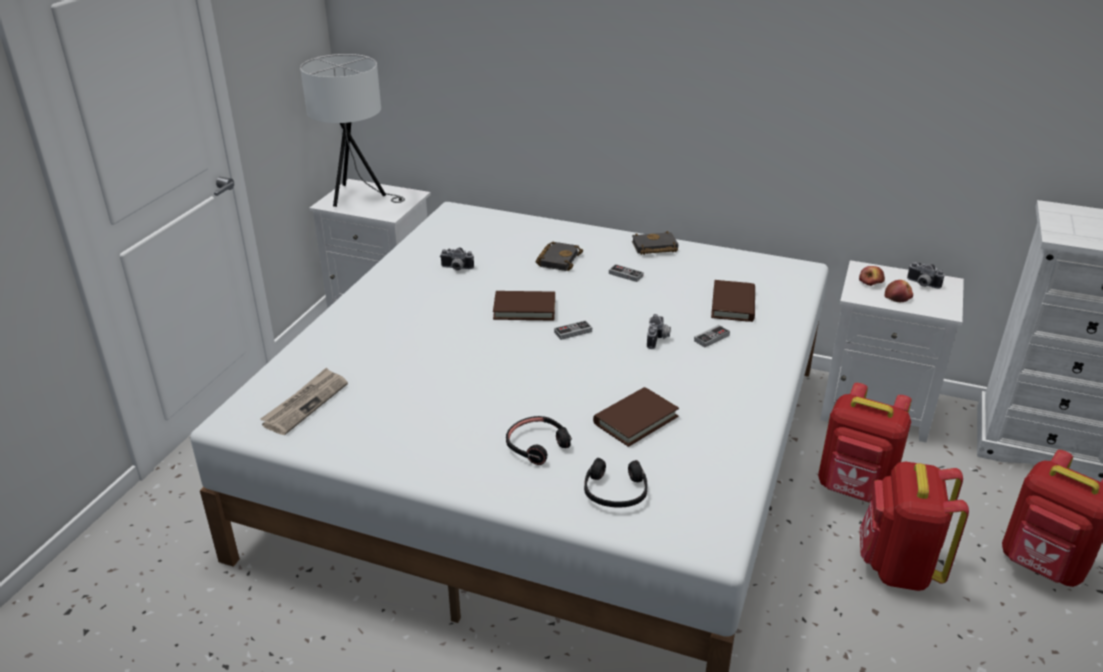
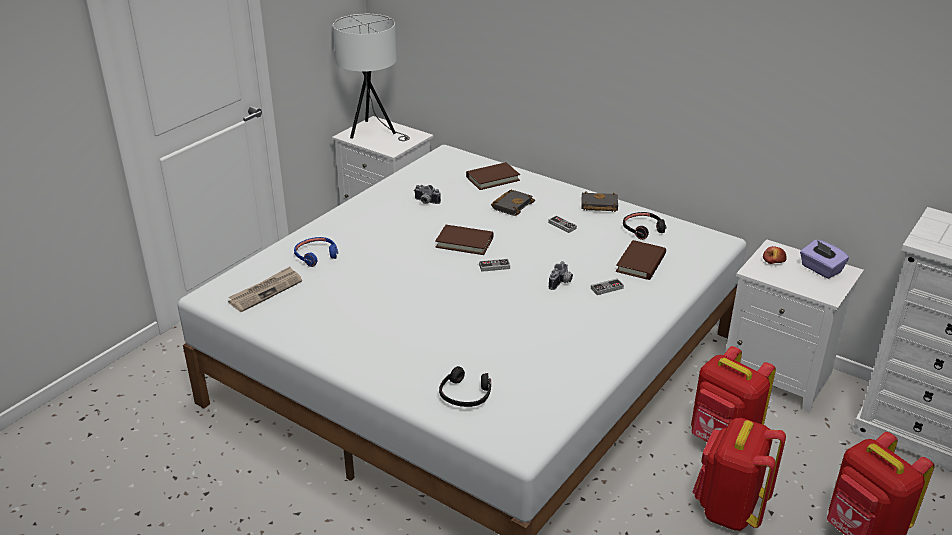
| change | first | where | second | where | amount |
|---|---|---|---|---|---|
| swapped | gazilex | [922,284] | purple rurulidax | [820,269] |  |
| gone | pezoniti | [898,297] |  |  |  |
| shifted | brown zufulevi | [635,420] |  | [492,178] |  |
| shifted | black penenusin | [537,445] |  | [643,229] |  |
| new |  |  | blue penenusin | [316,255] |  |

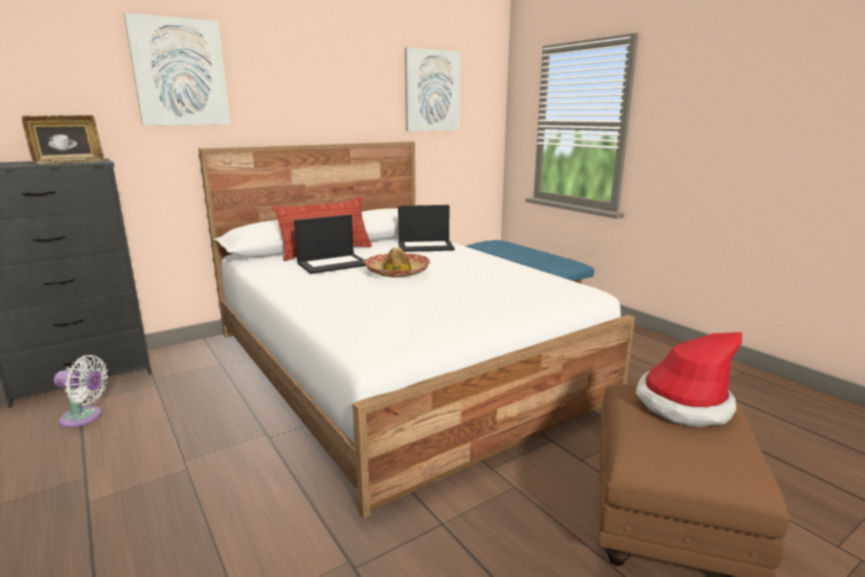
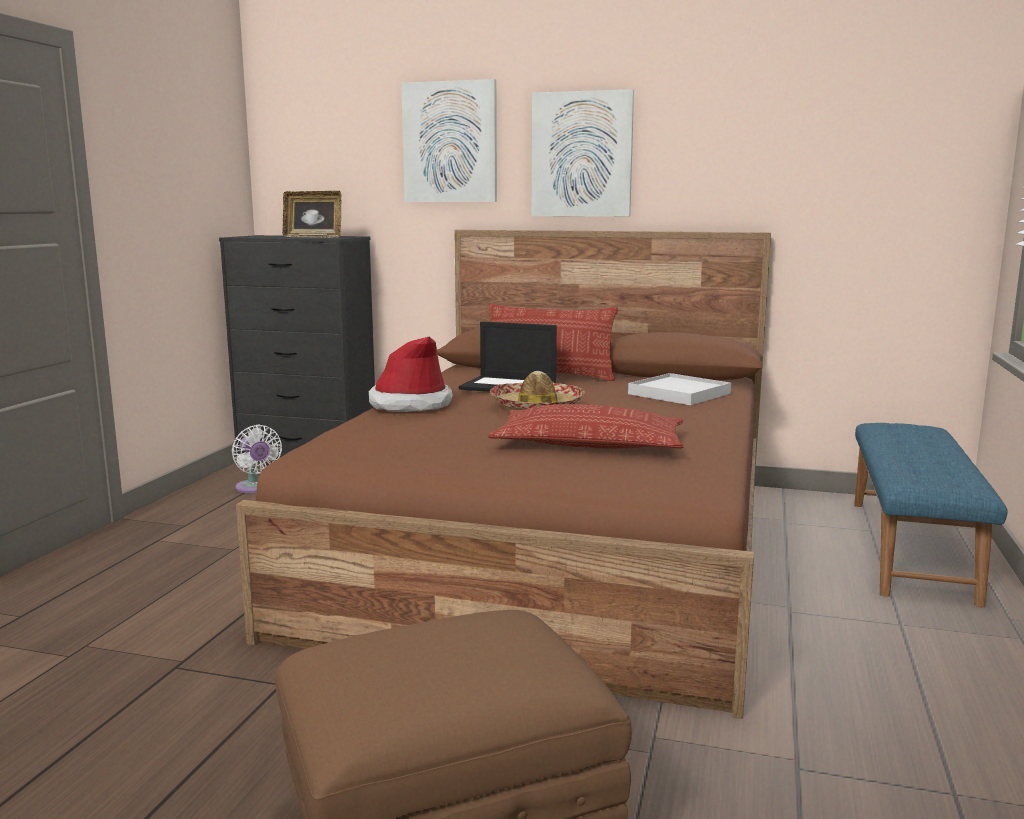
| change | first | where | second | where | amount |
|---|---|---|---|---|---|
| shifted | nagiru | [432,91] |  | [582,155] |  |
| repainted | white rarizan | [398,363] | brown rarizan | [557,548] |  |
| swapped | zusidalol | [426,246] | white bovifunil | [679,394] |  |
| shifted | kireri | [683,404] |  | [410,404] |  |
| new |  |  | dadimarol | [589,444] |  |

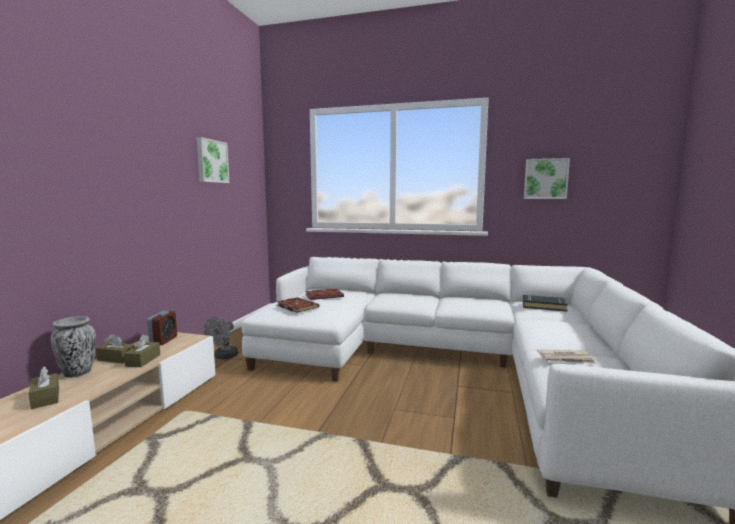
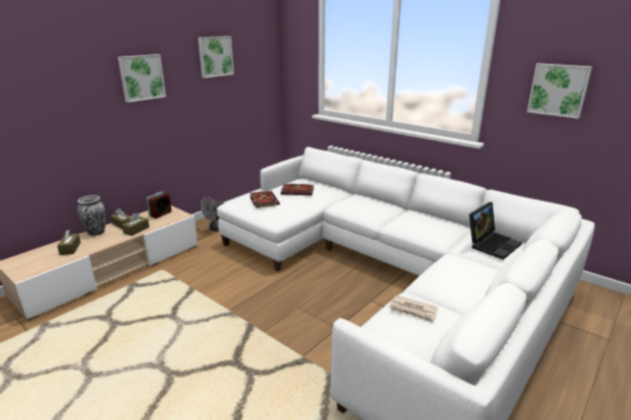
| change | first | where | second | where | amount |
|---|---|---|---|---|---|
| swapped | black zufulevi | [543,306] | zusidalol | [492,243] |  |
| new |  |  | nagiru | [141,77] |  |

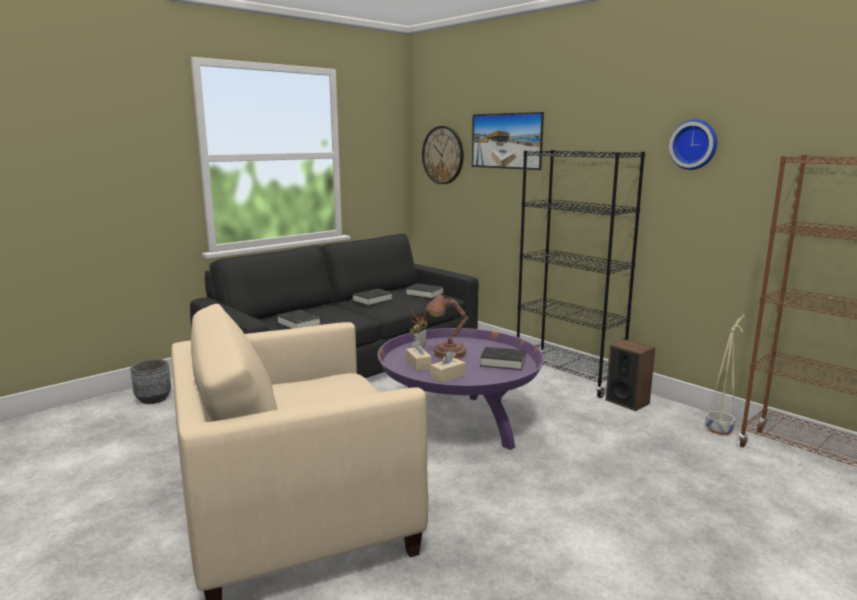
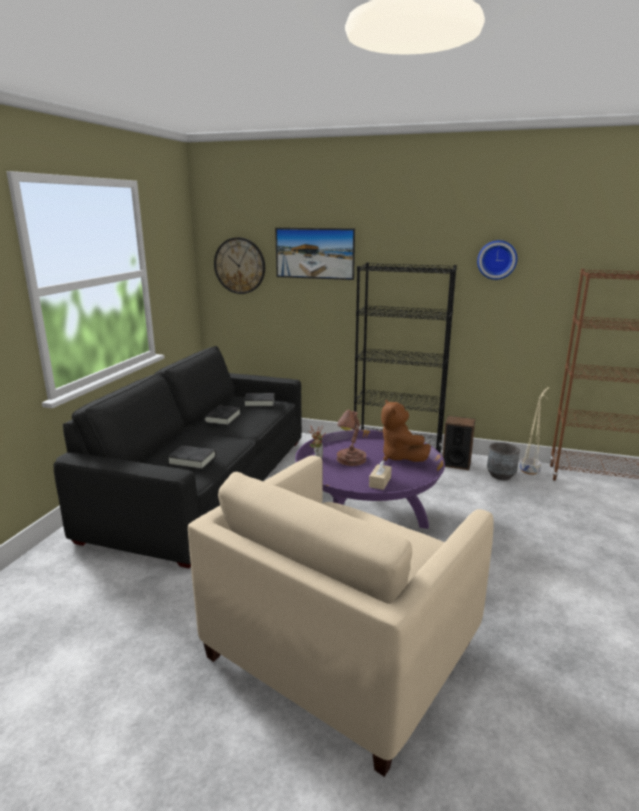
| change | first | where | second | where | amount |
|---|---|---|---|---|---|
| gone | beige rurulidax | [418,365] |  |  |  |
| swapped | black zufulevi | [503,362] | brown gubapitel | [400,457] |  |
| shifted | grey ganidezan | [153,399] |  | [501,475] |  |

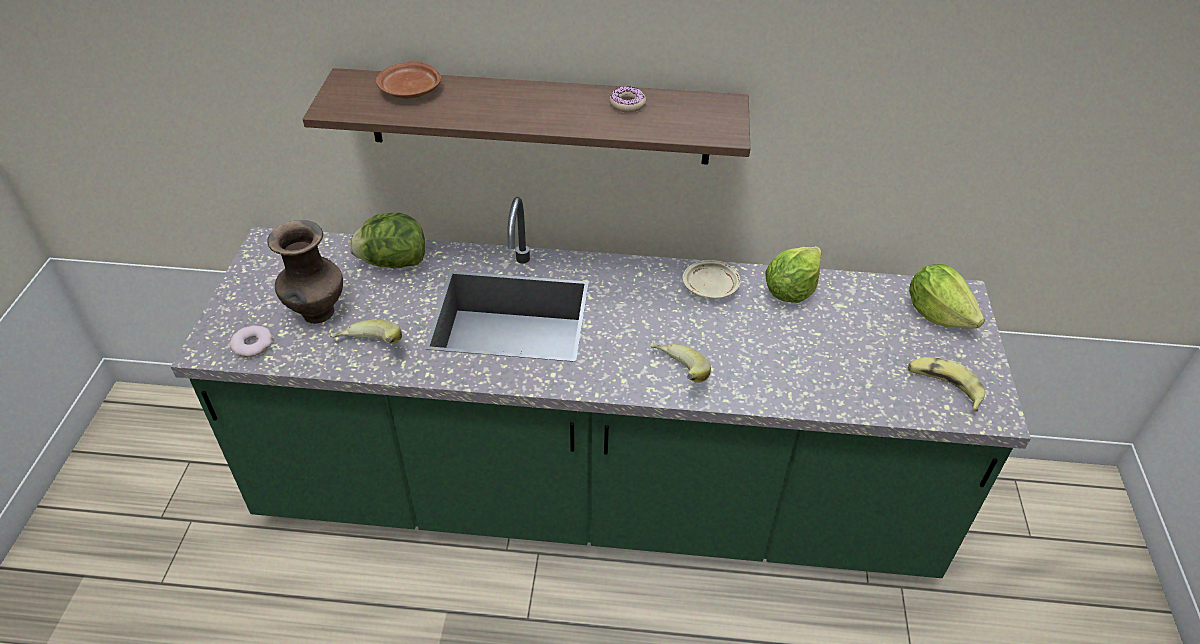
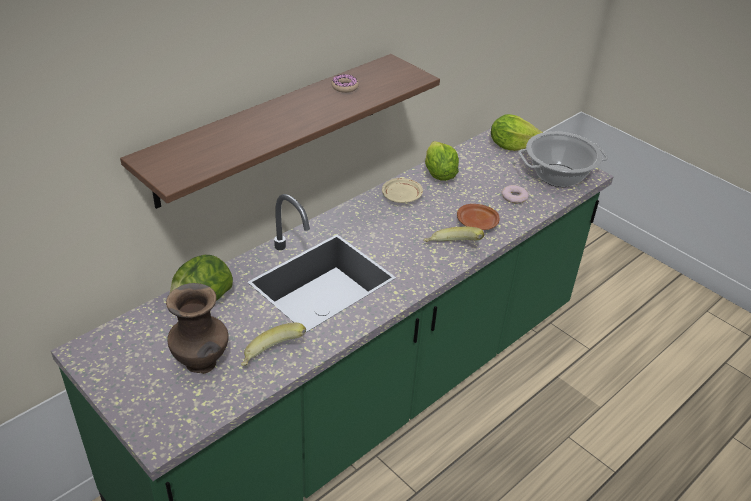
| change | first | where | second | where | amount |
|---|---|---|---|---|---|
| shifted | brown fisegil | [410,91] |  | [477,223] |  |
| shifted | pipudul | [252,344] |  | [514,197] |  |
| swapped | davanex | [943,386] | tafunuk | [558,176] |  |

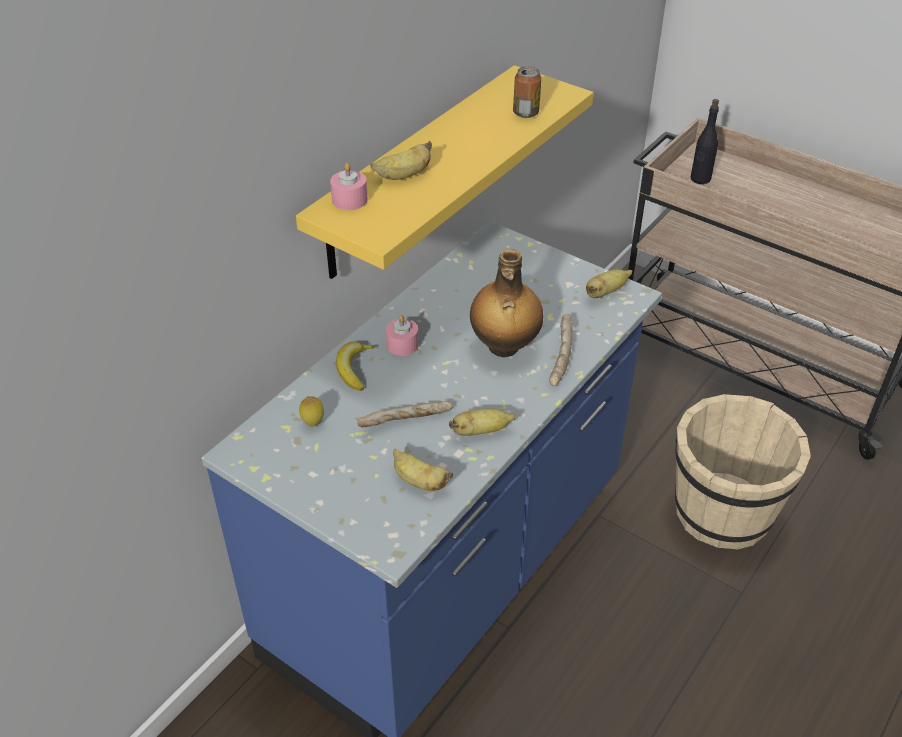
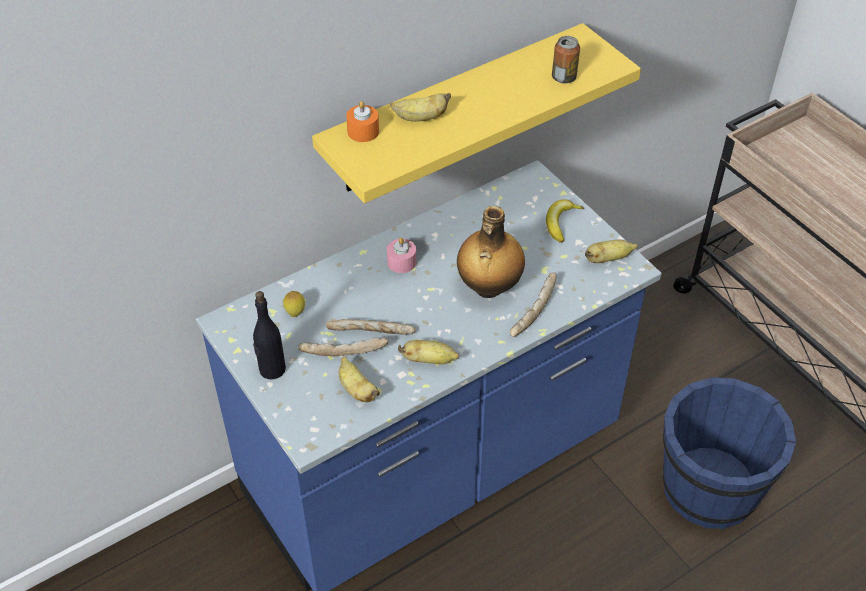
| change | first | where | second | where | amount |
|---|---|---|---|---|---|
| shifted | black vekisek | [700,179] |  | [272,369] |  |
| repainted | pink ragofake | [349,200] | orange ragofake | [363,131] |  |
| shifted | davanex | [354,369] |  | [560,223] |  |
| repainted | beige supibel | [722,513] | blue supibel | [708,489] |  |
| new |  |  | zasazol | [343,350] |  |

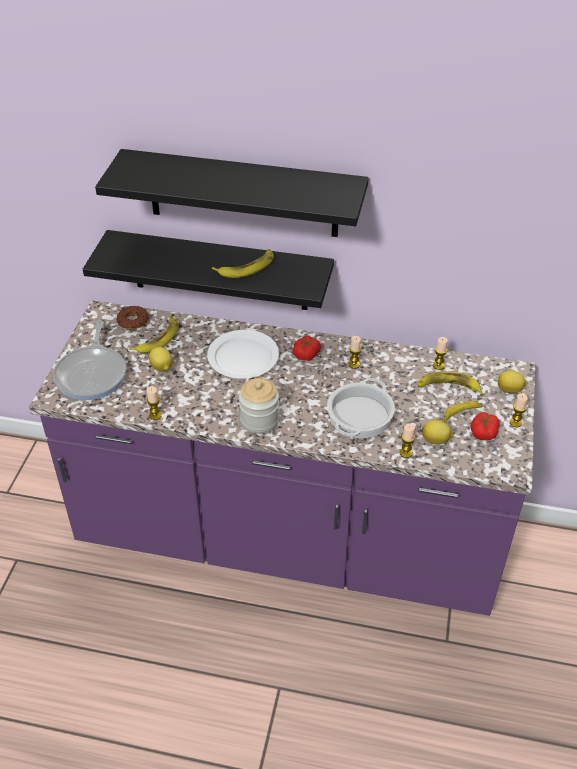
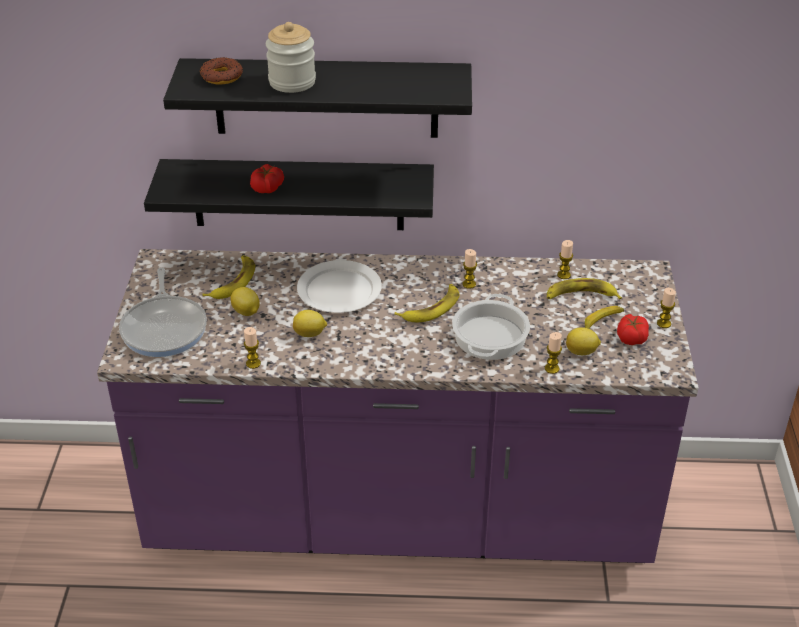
| change | first | where | second | where | amount |
|---|---|---|---|---|---|
| shifted | davanex | [247,267] |  | [431,308] |  |
| shifted | pipudul | [132,321] |  | [221,76] |  |
| shifted | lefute | [306,354] |  | [267,187] |  |
| shifted | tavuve | [510,390] |  | [310,334] |  |
| shifted | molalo | [259,420] |  | [292,82] |  |

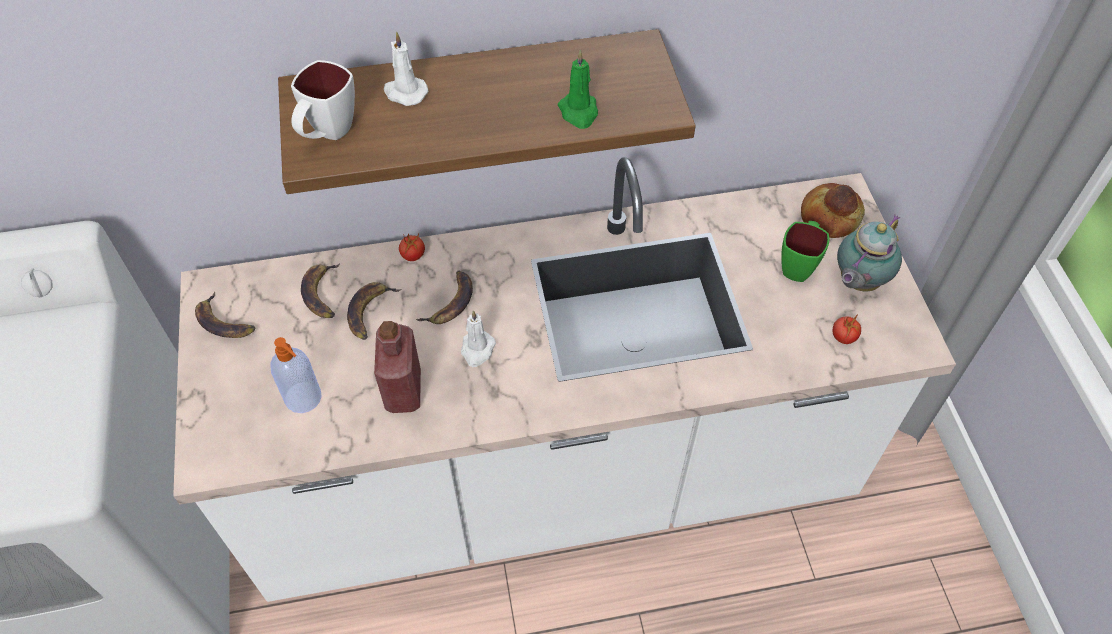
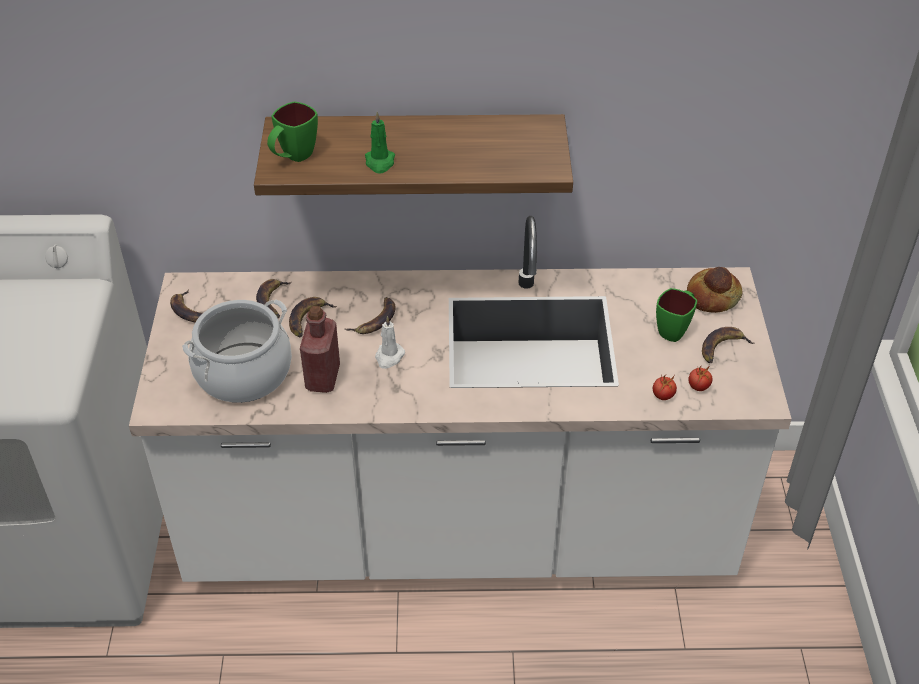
| change | first | where | second | where | amount |
|---|---|---|---|---|---|
| gone | white ragofake | [405,92] |  |  |  |
| shifted | green ragofake | [579,112] |  | [380,162] |  |
| repainted | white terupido | [327,134] | green terupido | [293,158] |  |
| swapped | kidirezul | [857,282] | davanex | [722,348] |  |
| shifted | lefute | [413,256] |  | [663,396] |  |
| swapped | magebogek | [304,398] | tafunuk | [243,373] |  |

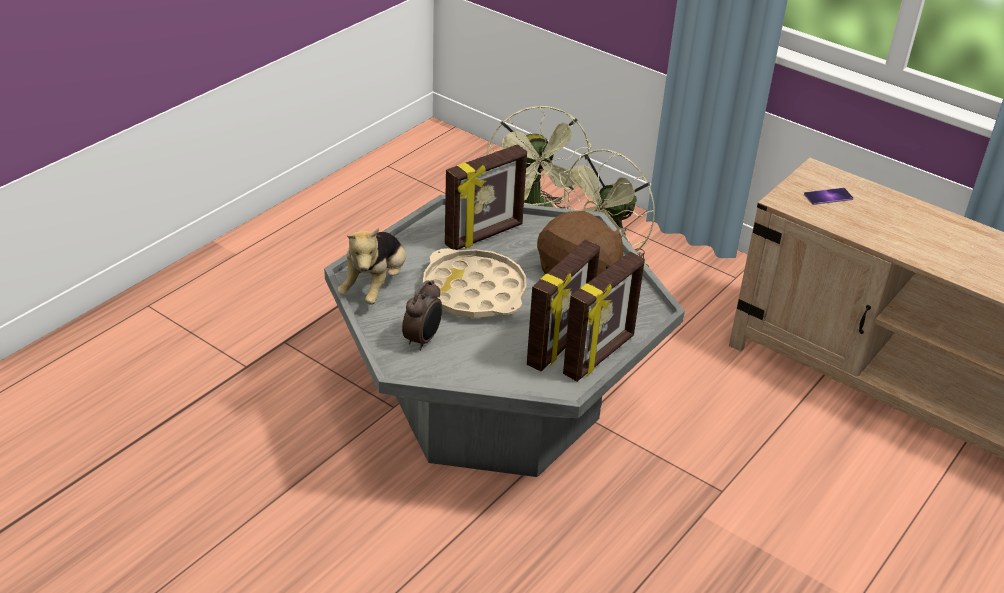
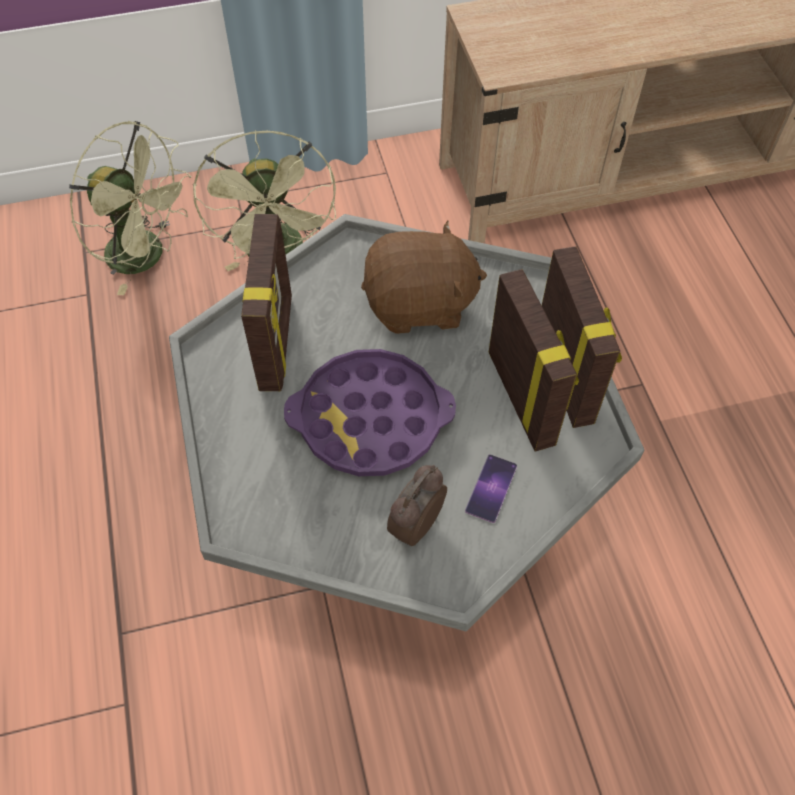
| change | first | where | second | where | amount |
|---|---|---|---|---|---|
| shifted | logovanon | [828,196] |  | [491,488] |  |
| gone | gubapitel | [375,286] |  |  |  |
| repainted | beige bovifunil | [474,292] | purple bovifunil | [370,419] |  |
| rotated | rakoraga | [423,340] |  | [415,525] | 120 degrees counterclockwise |

